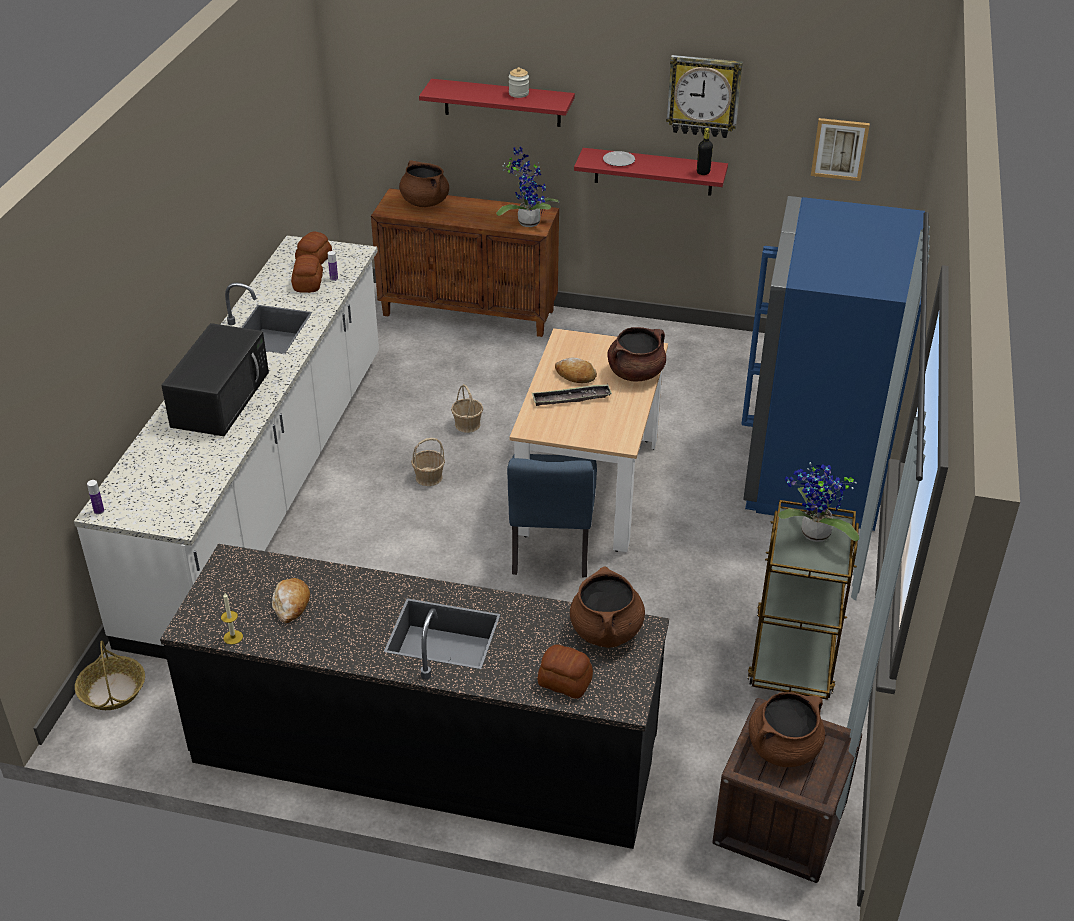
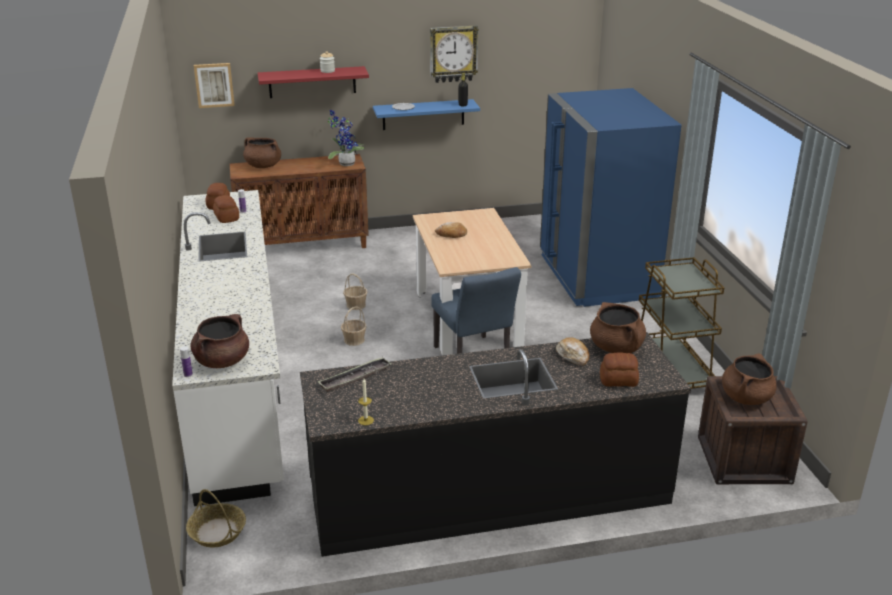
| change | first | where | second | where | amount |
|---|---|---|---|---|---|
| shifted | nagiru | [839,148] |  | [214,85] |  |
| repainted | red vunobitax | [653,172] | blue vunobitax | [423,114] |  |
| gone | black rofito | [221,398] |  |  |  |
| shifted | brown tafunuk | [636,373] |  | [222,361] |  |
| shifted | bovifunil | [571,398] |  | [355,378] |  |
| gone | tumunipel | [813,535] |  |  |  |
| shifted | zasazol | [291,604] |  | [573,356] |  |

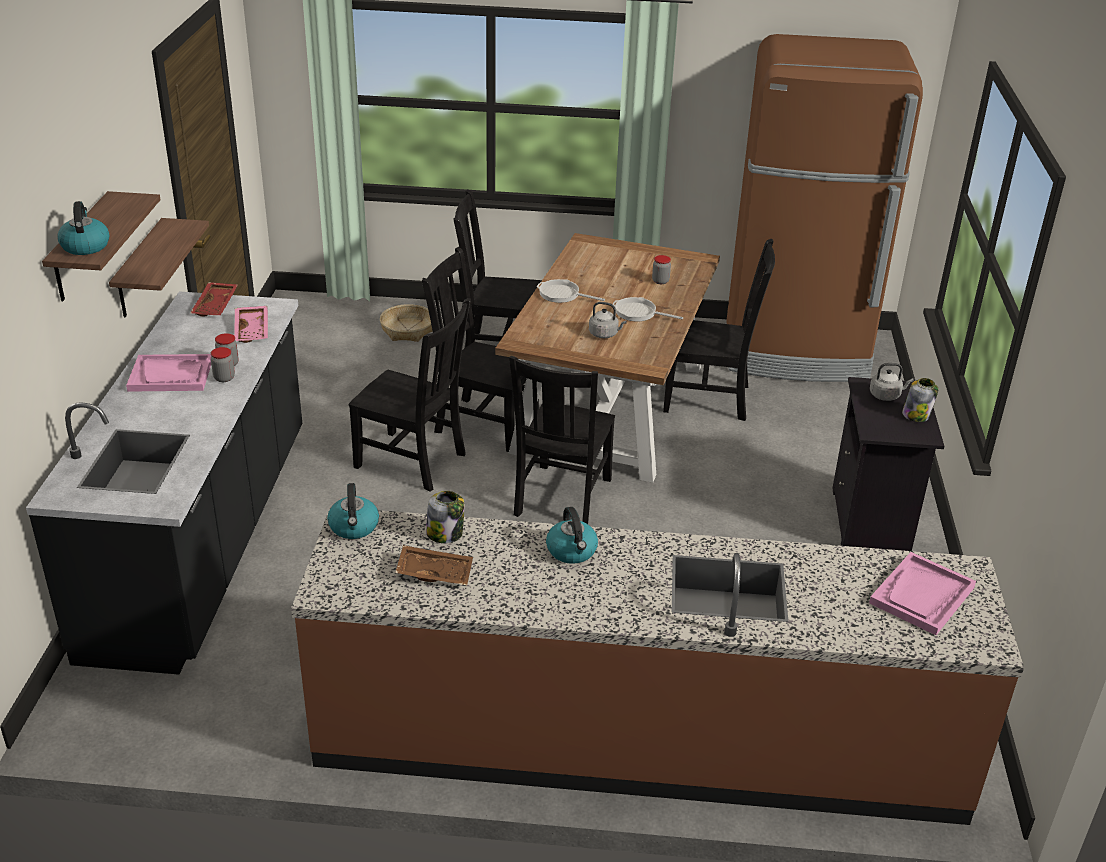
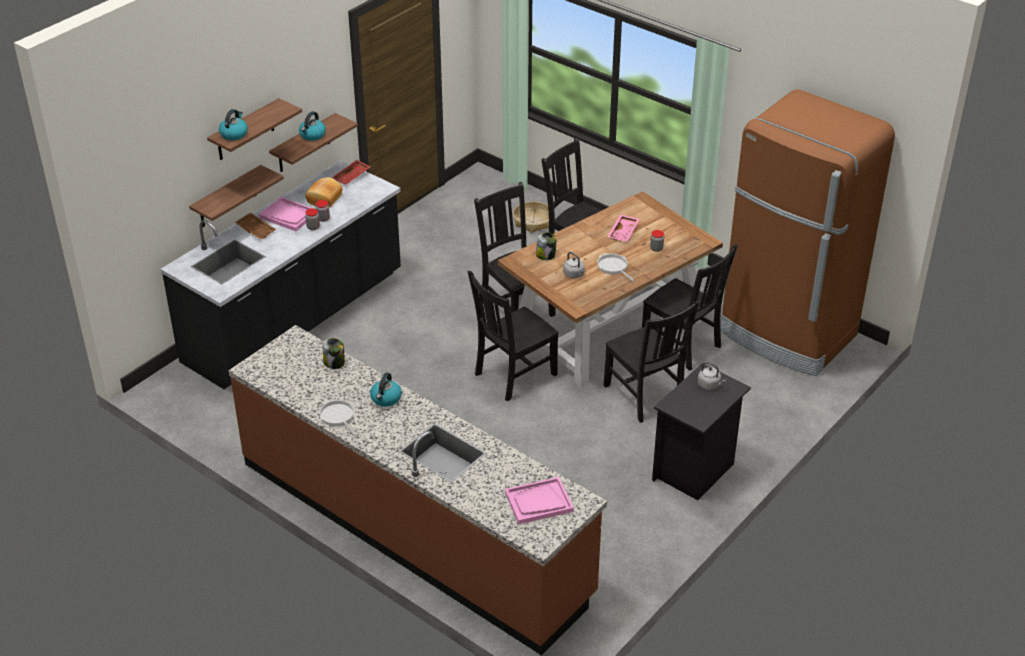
| change | first | where | second | where | amount |
|---|---|---|---|---|---|
| shifted | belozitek | [562,294] |  | [338,417] |  |
| shifted | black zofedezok | [413,462] |  | [645,396] |  |
| shifted | pink bovifunil | [253,330] |  | [624,232] |  |
| shifted | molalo | [916,415] |  | [546,255] |  |
| shifted | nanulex | [354,527] |  | [312,135] |  |
| shifted | brown bovifunil | [435,572] |  | [256,230] |  |
| new |  |  | vunobitax | [227,197] |  |
| new |  |  | zasazol | [323,198] |  |

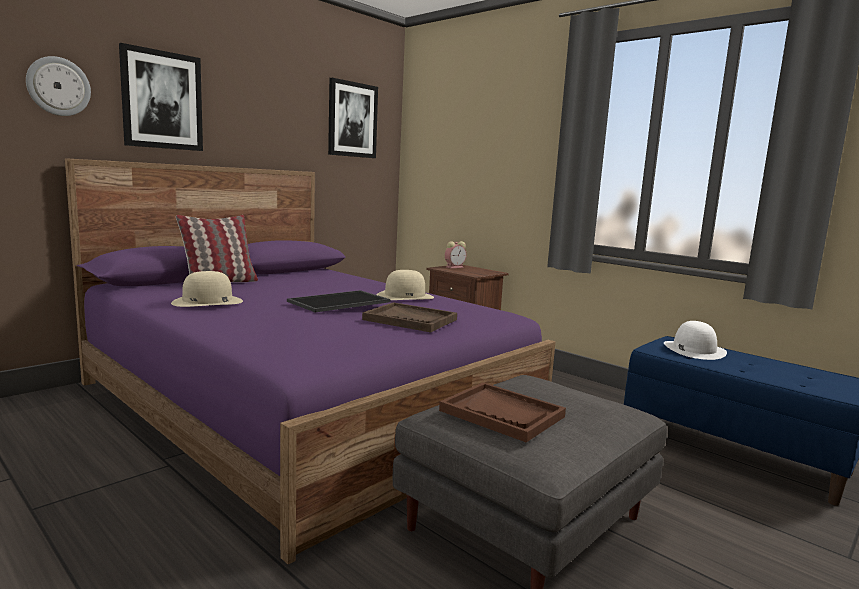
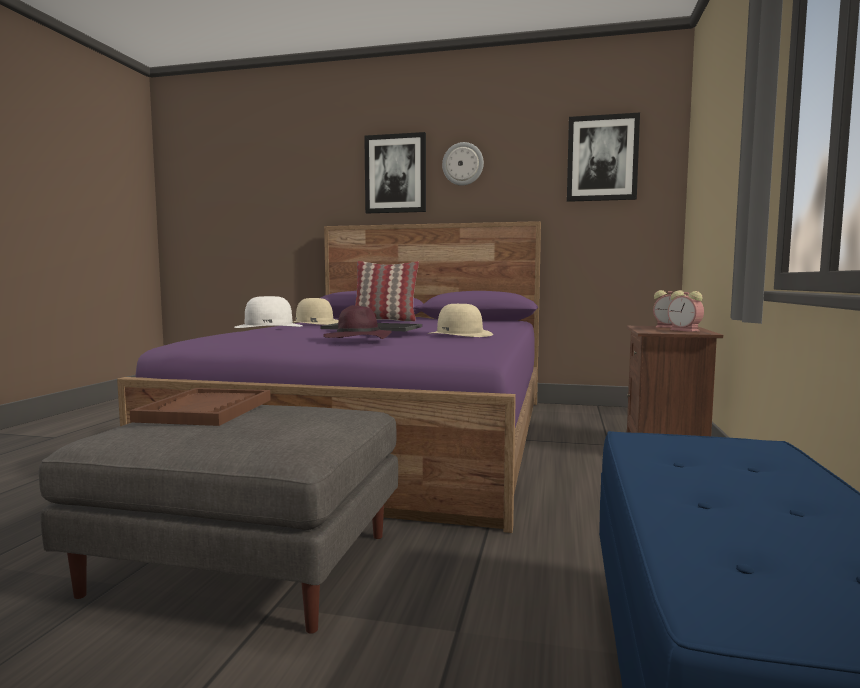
| change | first | where | second | where | amount |
|---|---|---|---|---|---|
| shifted | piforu | [58,86] |  | [463,164] |  |
| swapped | brown bovifunil | [410,320] | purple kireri | [357,340] |  |
| shifted | white kireri | [694,350] |  | [269,326] |  |
| new |  |  | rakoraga | [686,330] |  |

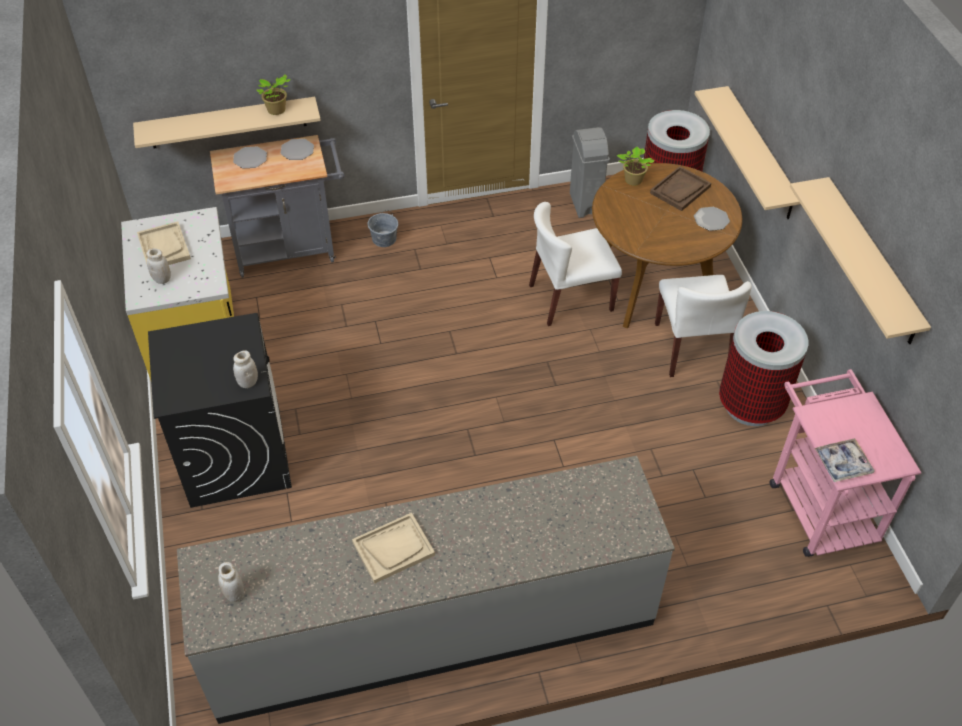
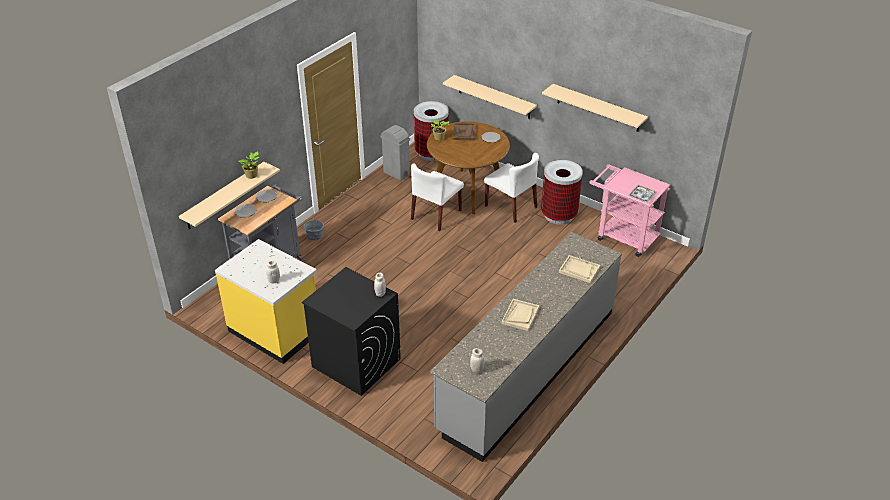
| change | first | where | second | where | amount |
|---|---|---|---|---|---|
| shifted | beige bovifunil | [164,247] |  | [579,270] |  |

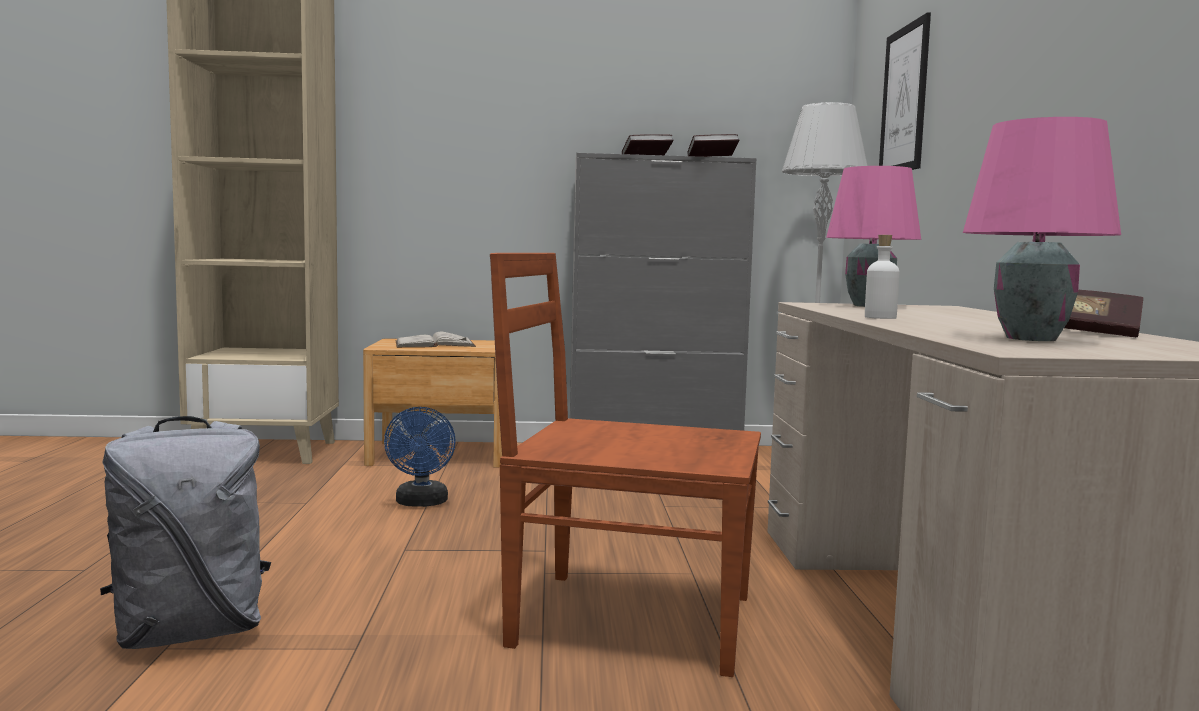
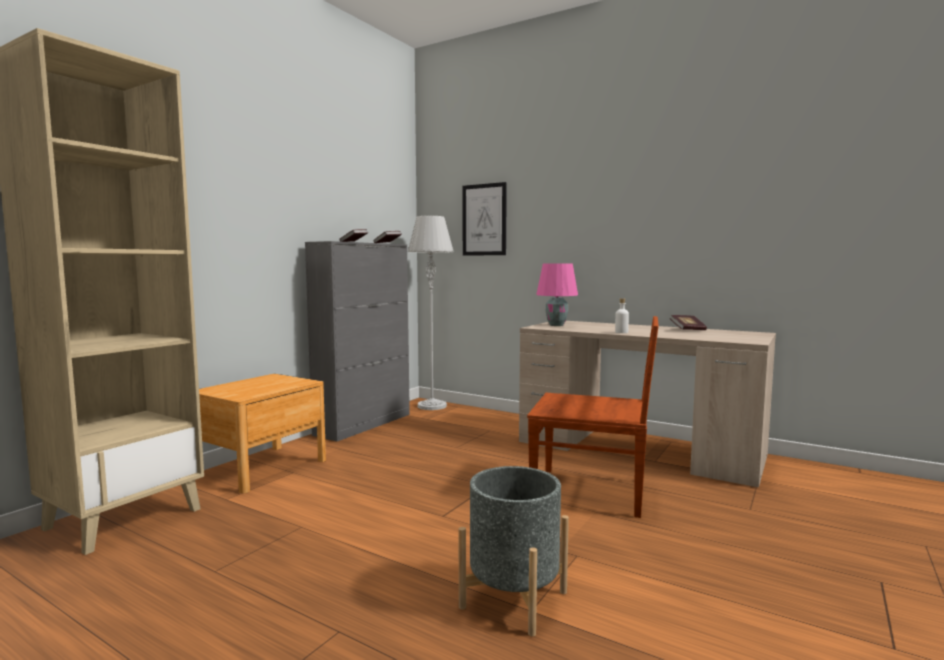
| change | first | where | second | where | amount |
|---|---|---|---|---|---|
| gone | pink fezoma | [1029,338] |  |  |  |
| rotated | brown zofedezok | [626,619] |  | [592,492] | 120 degrees counterclockwise |
| gone | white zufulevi | [434,344] |  |  |  |
| gone | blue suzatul | [421,503] |  |  |  |
| swapped | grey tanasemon | [191,632] | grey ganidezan | [514,599] |  |

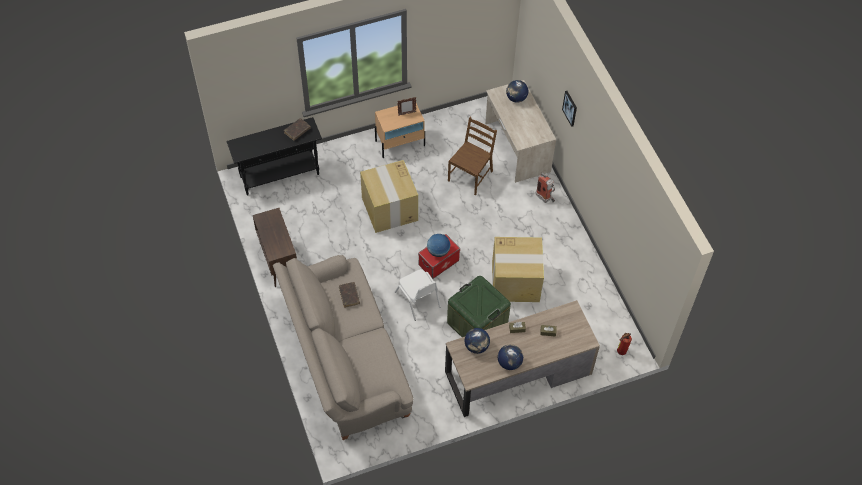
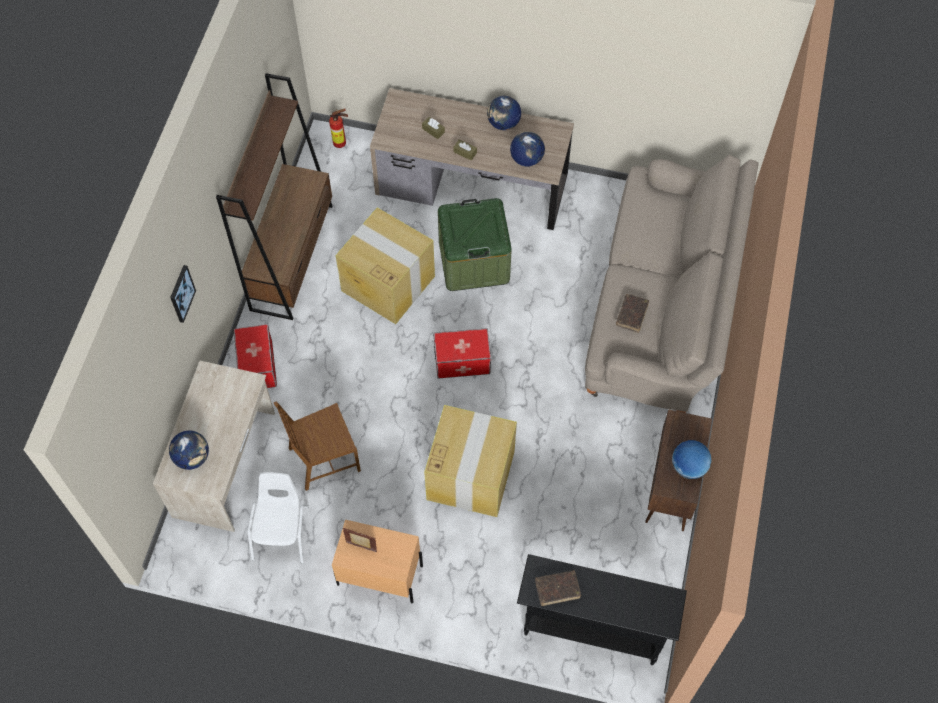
| change | first | where | second | where | amount |
|---|---|---|---|---|---|
| swapped | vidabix | [545,199] | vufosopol | [257,366] |  |
| shifted | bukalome | [438,251] |  | [688,467] |  |
| shifted | white zofedezok | [418,300] |  | [281,532] |  |
| new |  |  | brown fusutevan | [292,257] |  |

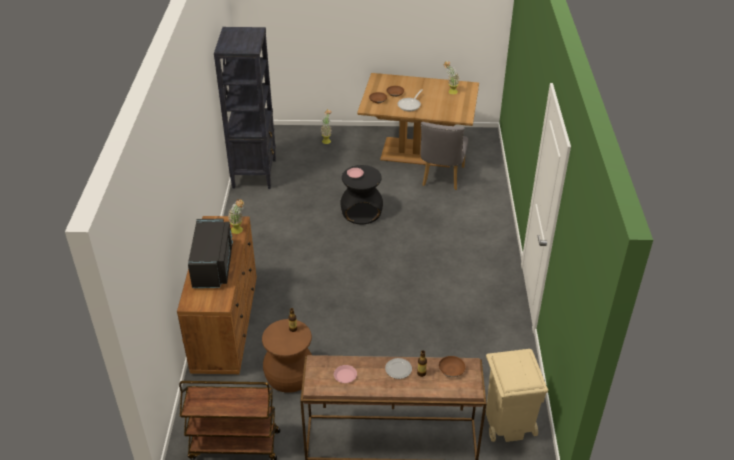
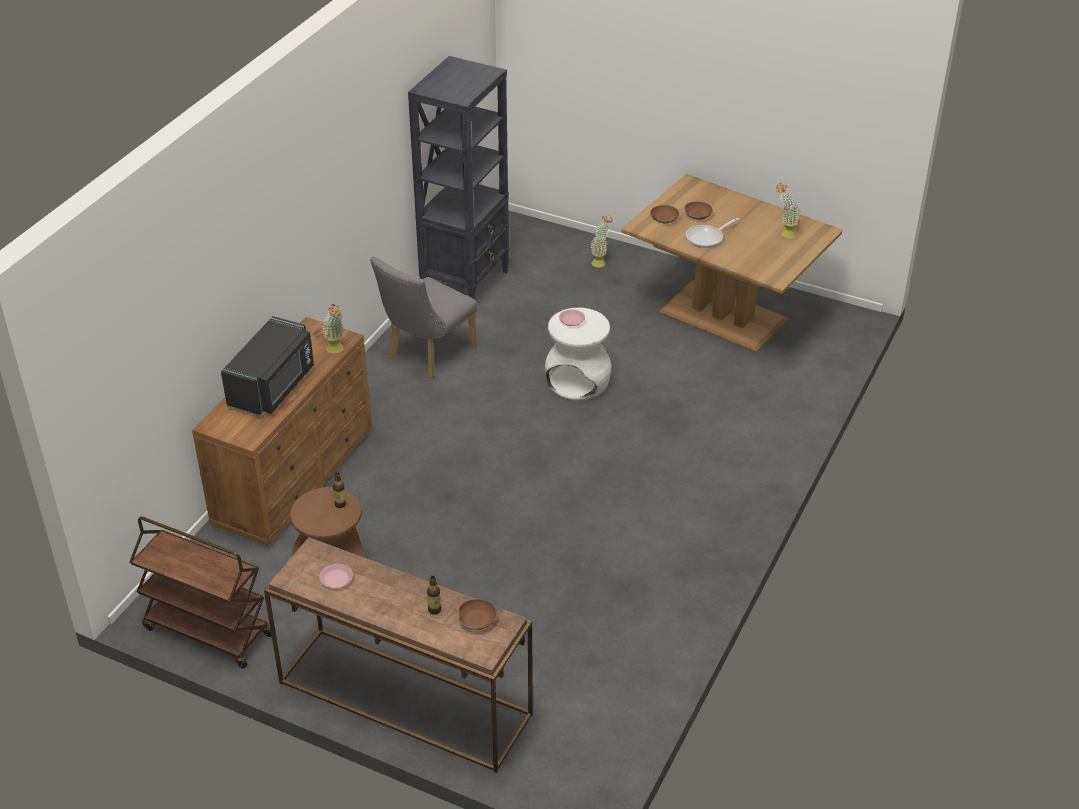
| change | first | where | second | where | amount |
|---|---|---|---|---|---|
| shifted | grey zofedezok | [441,178] |  | [426,355] |  |
| repainted | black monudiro | [362,212] | white monudiro | [578,381] |  |
| gone | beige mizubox | [508,423] |  |  |  |
| gone | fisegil | [398,369] |  |  |  |

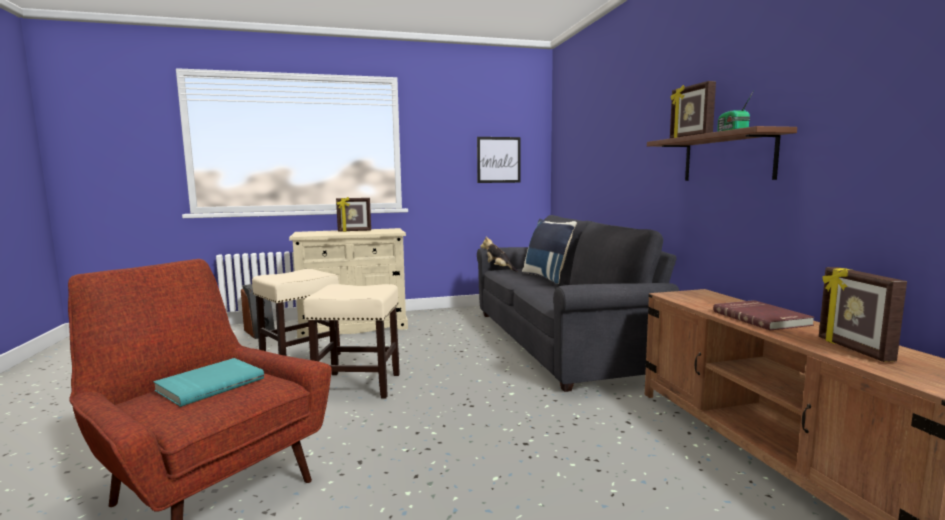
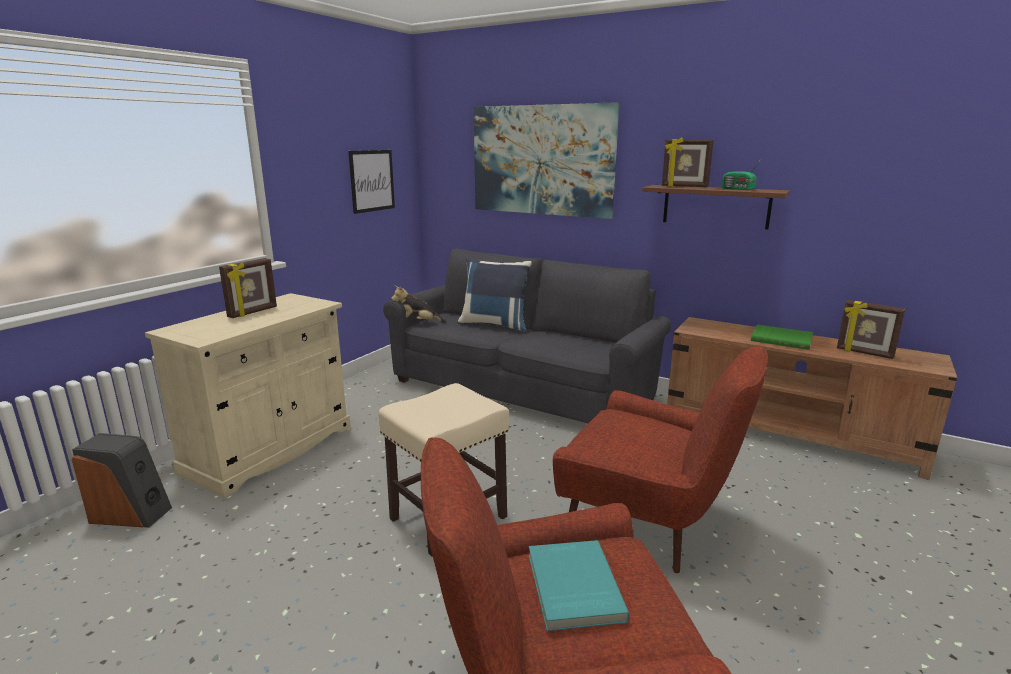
| change | first | where | second | where | amount |
|---|---|---|---|---|---|
| gone | beige monudiro | [301,356] |  |  |  |
| repainted | red zufulevi | [762,318] | green zufulevi | [781,339] |  |
| new |  |  | nagiru | [542,160] |  |
| new |  |  | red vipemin | [648,523] |  |

